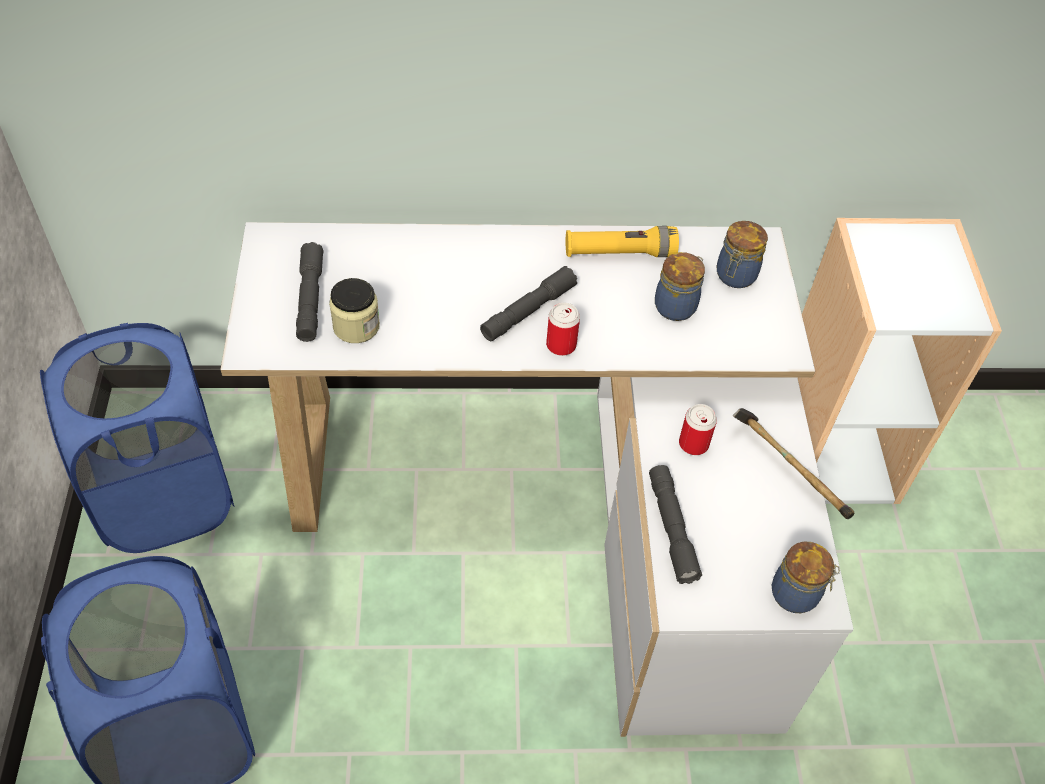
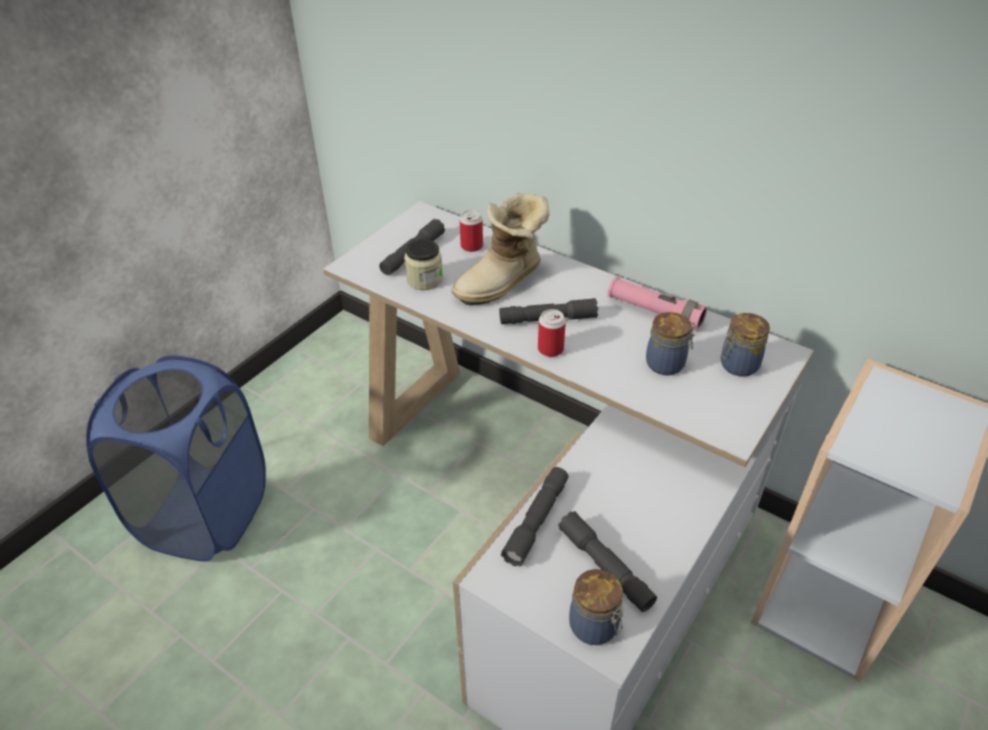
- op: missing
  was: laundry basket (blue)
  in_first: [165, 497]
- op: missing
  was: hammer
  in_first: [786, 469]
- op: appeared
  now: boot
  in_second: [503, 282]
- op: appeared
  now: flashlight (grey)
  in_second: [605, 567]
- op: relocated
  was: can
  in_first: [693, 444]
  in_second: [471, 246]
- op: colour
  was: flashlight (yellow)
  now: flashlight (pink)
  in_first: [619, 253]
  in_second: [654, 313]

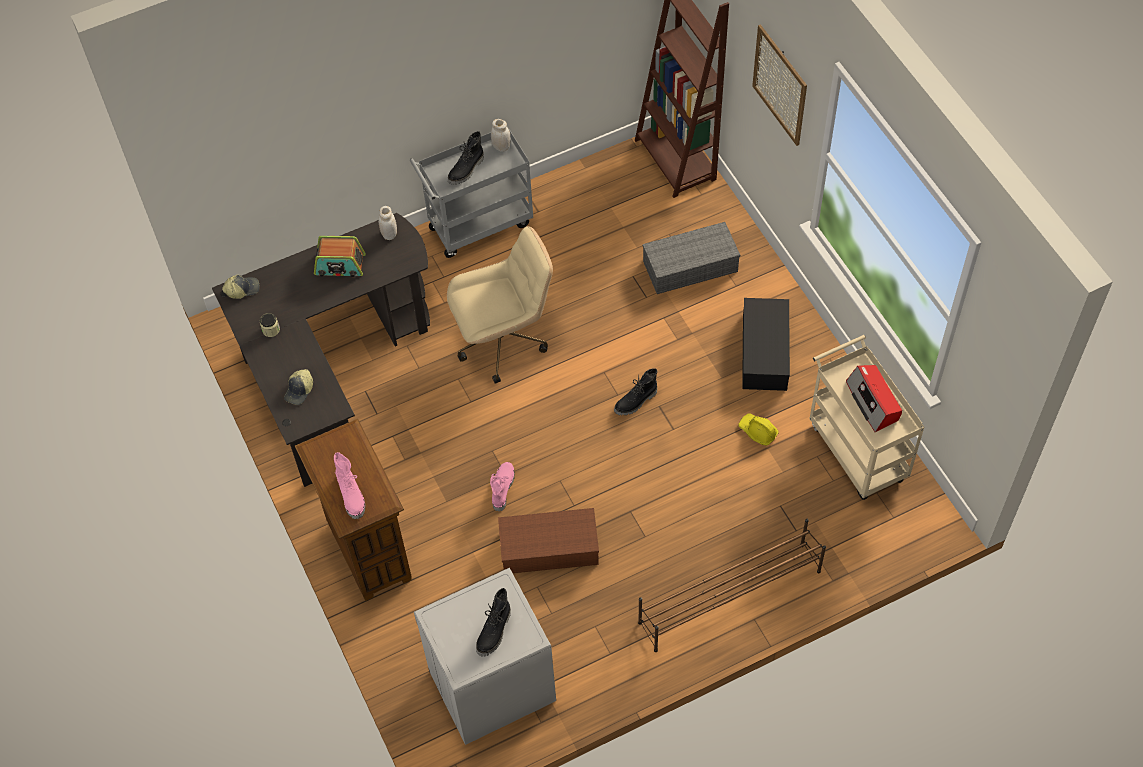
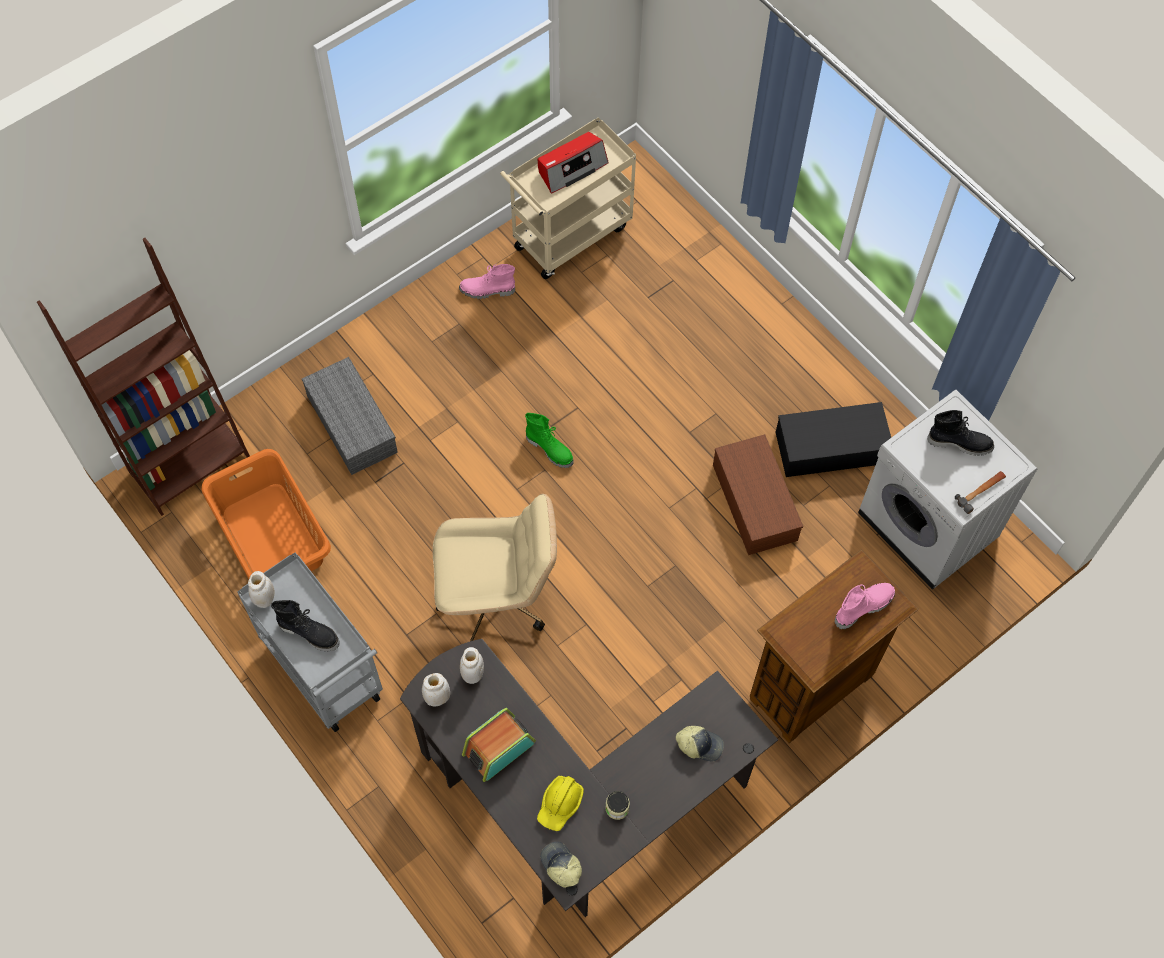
- op: missing
  was: shoe rack (brown)
  in_first: [728, 597]
- op: missing
  was: picture
  in_first: [780, 84]
- op: appeared
  now: laundry basket (orange)
  in_second: [273, 536]
- op: appeared
  now: jar (white)
  in_second: [472, 674]
- op: appeared
  now: hammer
  in_second: [981, 491]
- op: relocated
  was: boot (pink)
  in_first: [502, 488]
  in_second: [487, 291]
- op: relocated
  was: hard hat (yellow)
  in_first: [758, 431]
  in_second: [560, 804]
- op: relocated
  was: storage box (black)
  in_first: [765, 353]
  in_second: [832, 446]
- op: colour
  was: boot (black)
  now: boot (green)
  in_first: [636, 402]
  in_second: [550, 449]
- op: spun
  was: radio
  in_first: [340, 265]
  in_second: [498, 748]
  clockwise: -120
- op: spun
  was: office chair (beige)
  in_first: [505, 343]
  in_second: [497, 604]
  clockwise: 120

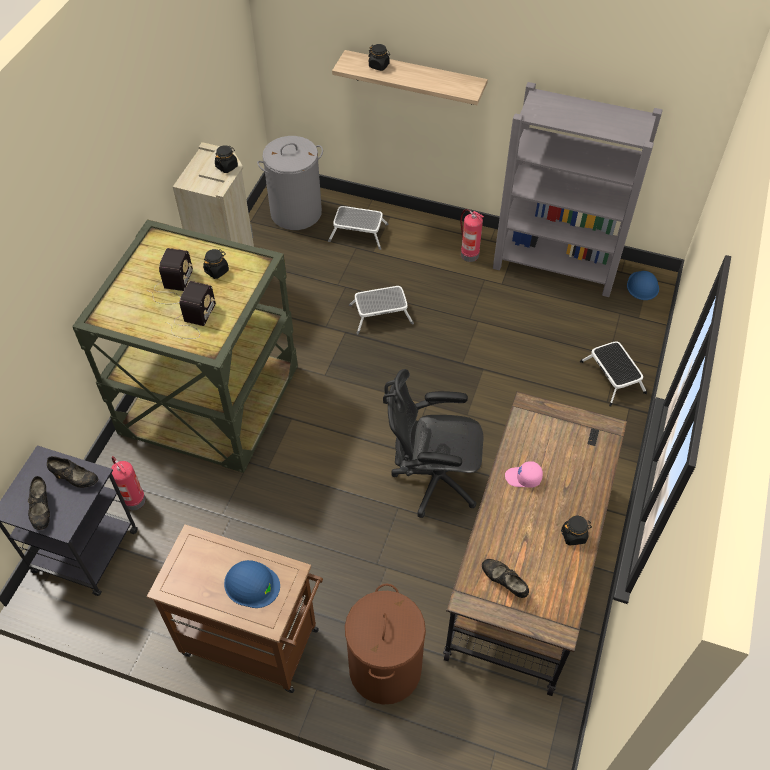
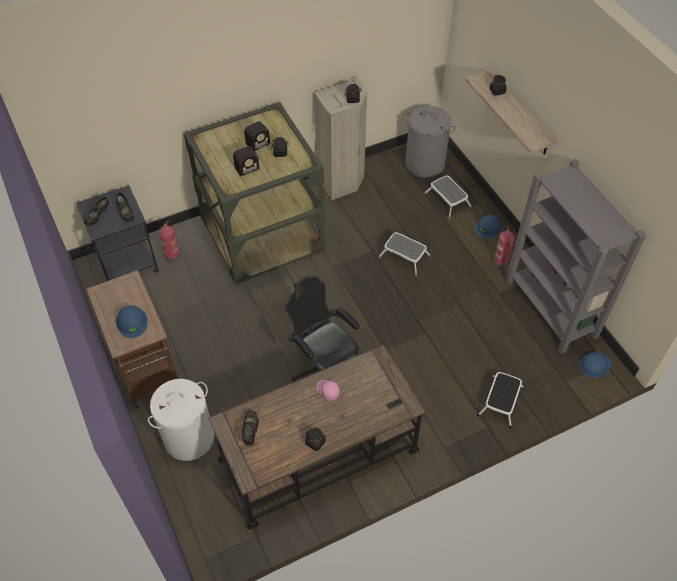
- op: appeared
  now: hard hat (blue)
  in_second: [488, 227]
- op: colour
  was: laundry basket (brown)
  now: laundry basket (white)
  in_first: [384, 668]
  in_second: [189, 437]

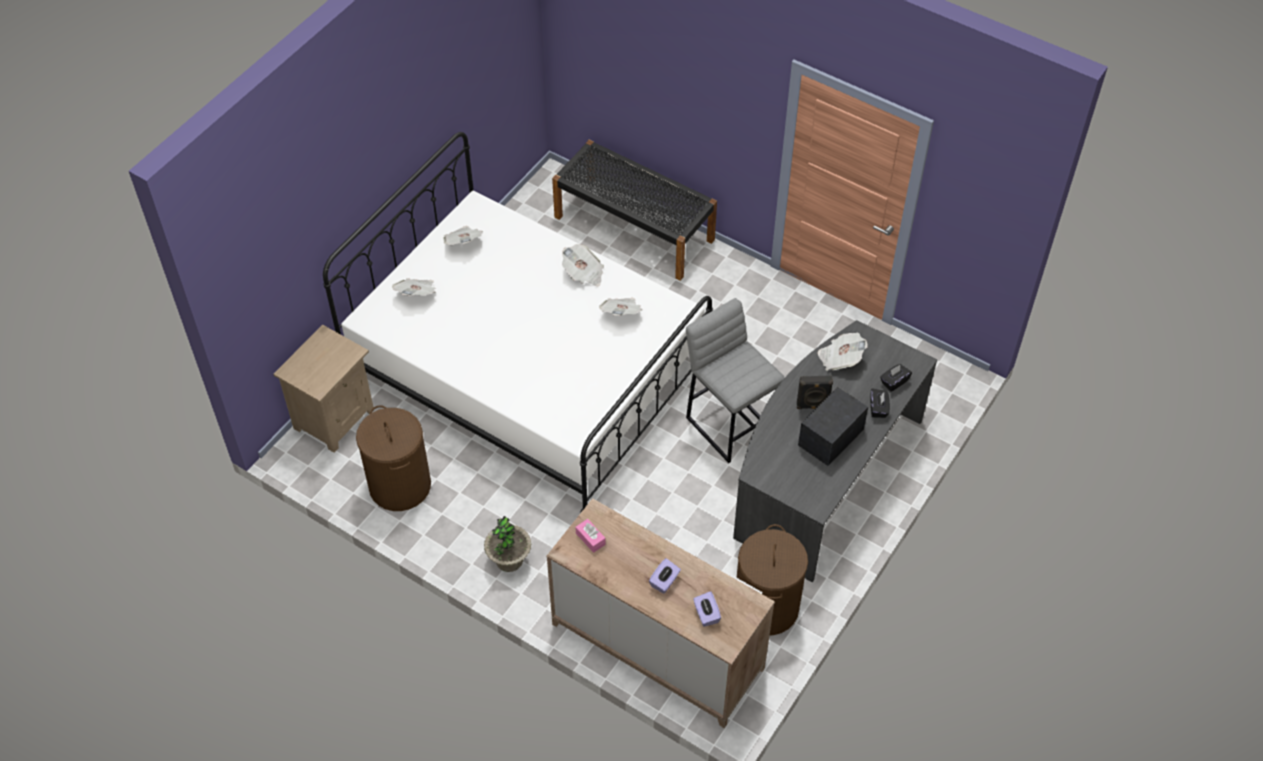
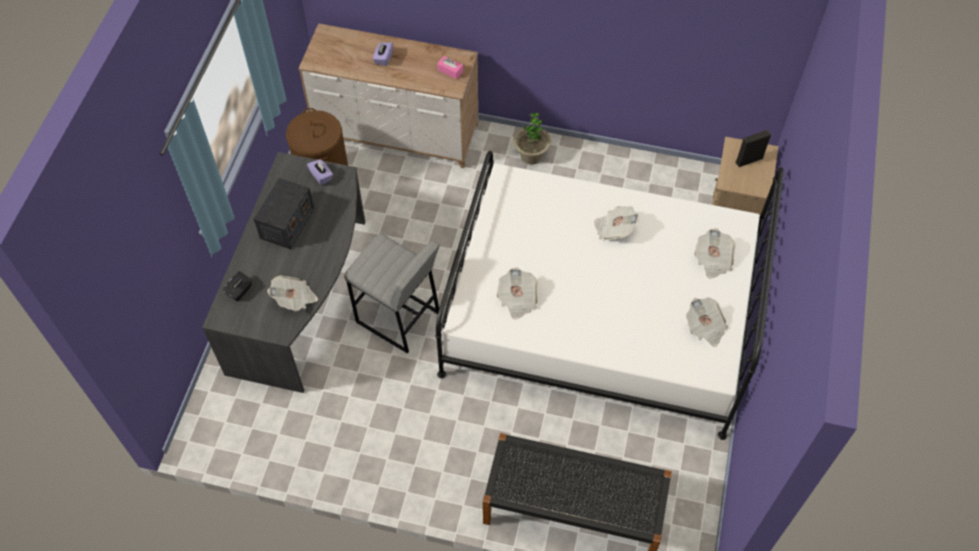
- op: missing
  was: laundry basket (brown)
  in_first: [399, 485]
- op: missing
  was: tissue box (black)
  in_first: [878, 408]
- op: relocated
  was: newspaper
  in_first: [583, 273]
  in_second: [614, 229]
- op: relocated
  was: tissue box (purple)
  in_first: [706, 614]
  in_second: [321, 176]
- op: relocated
  was: speaker (black)
  in_first: [812, 406]
  in_second: [748, 160]

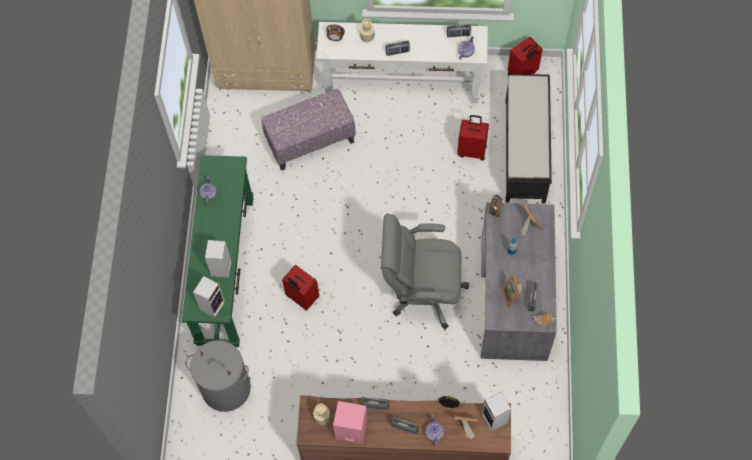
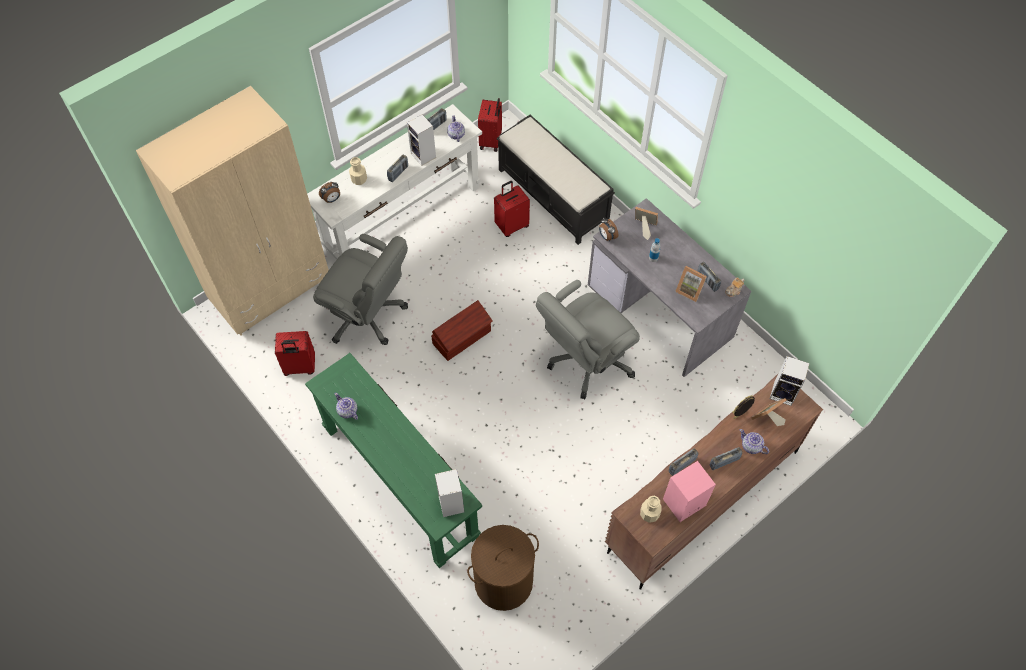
- op: appeared
  now: storage box (brown)
  in_second: [462, 337]
- op: relocated
  was: speaker
  in_first: [221, 269]
  in_second: [424, 156]
- op: relocated
  was: suitcase (red)
  in_first: [301, 298]
  in_second: [300, 367]
- op: exchanged
  was: ottoman
  now: office chair (grey)
  in_first: [310, 141]
  in_second: [368, 317]
- op: colour
  was: laundry basket (grey)
  now: laundry basket (brown)
  in_first: [226, 388]
  in_second: [503, 582]

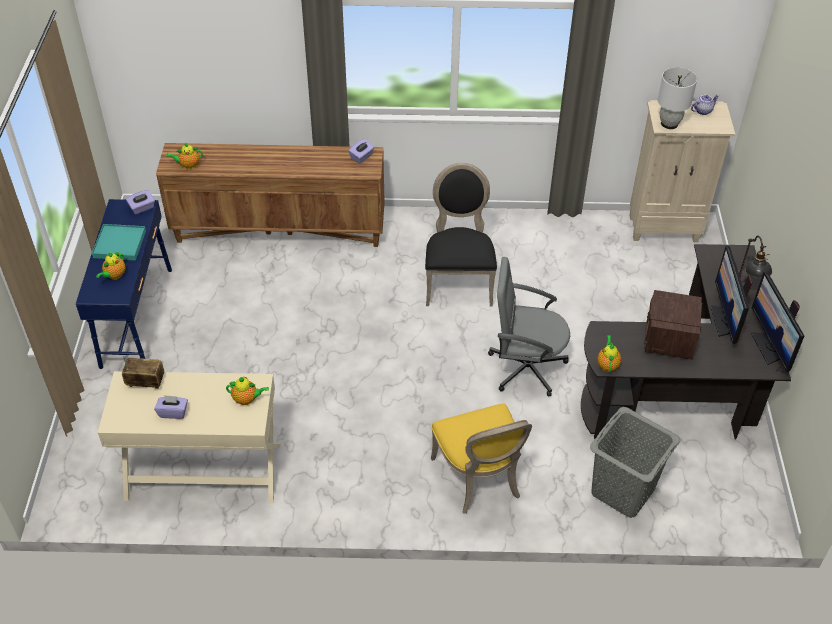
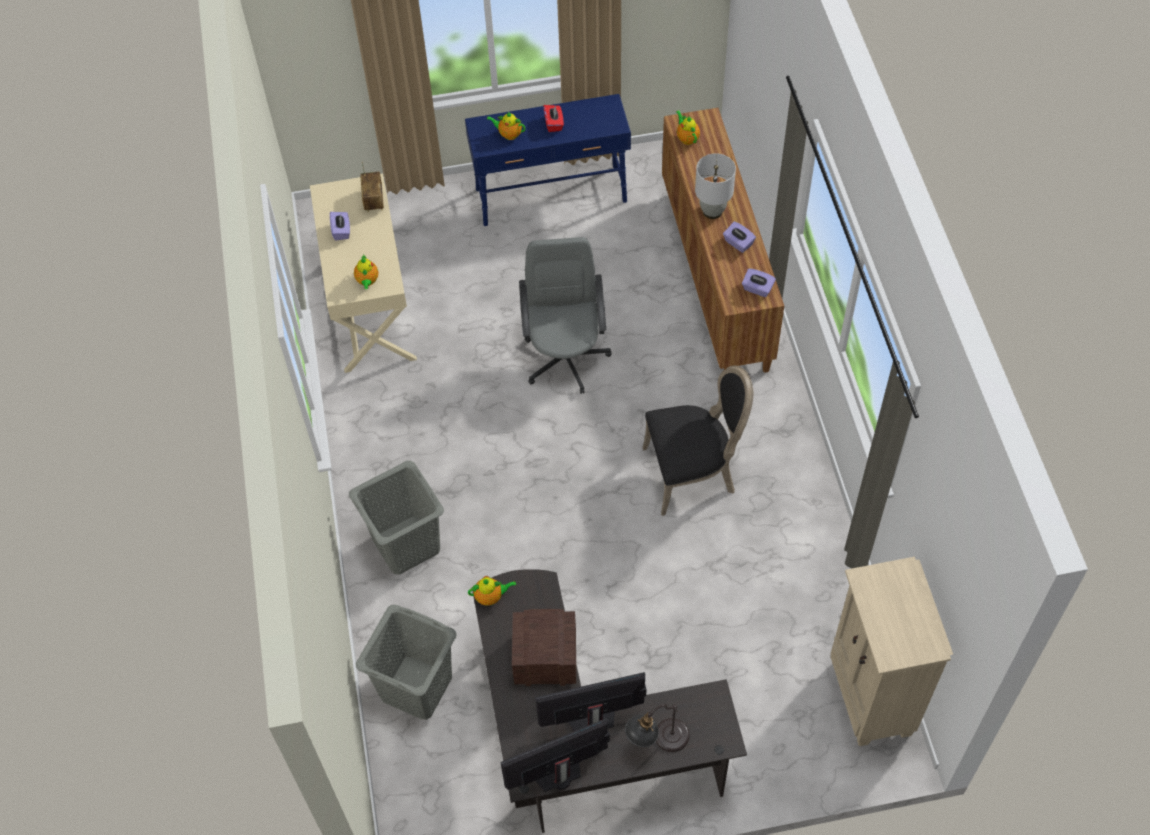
- op: missing
  was: teapot
  in_first: [702, 110]
- op: relocated
  was: tissue box (purple)
  in_first: [142, 208]
  in_second: [738, 243]
- op: relocated
  was: office chair (grey)
  in_first: [525, 367]
  in_second: [565, 357]
- op: relocated
  was: table lamp (white)
  in_first: [669, 123]
  in_second: [712, 211]
- op: exchanged
  was: tray (turquoise)
  now: tissue box (red)
  in_first: [119, 244]
  in_second: [554, 124]
- op: exchanged
  was: chair (yellow)
  now: laundry basket (grey)
  in_first: [479, 479]
  in_second: [405, 544]

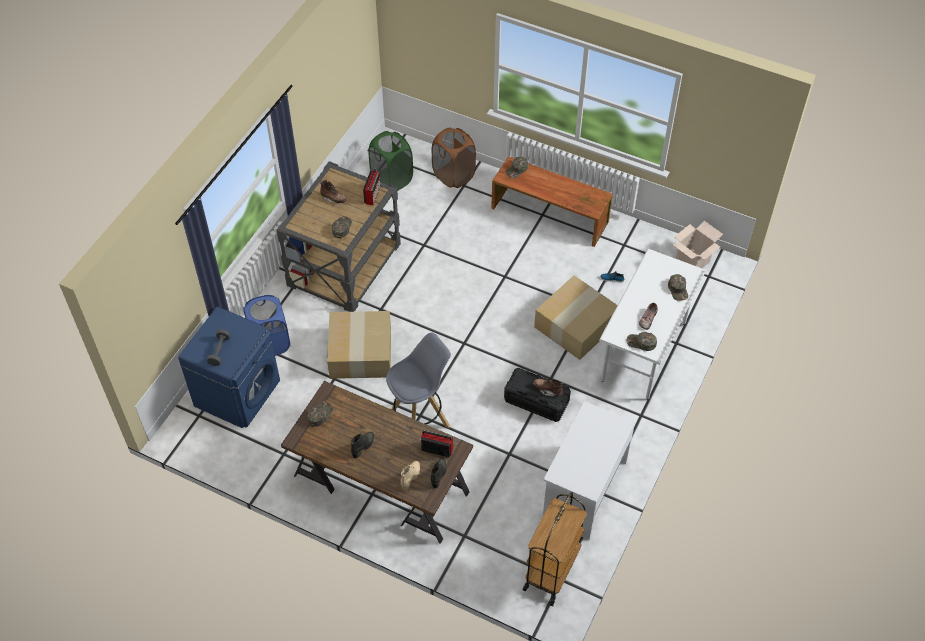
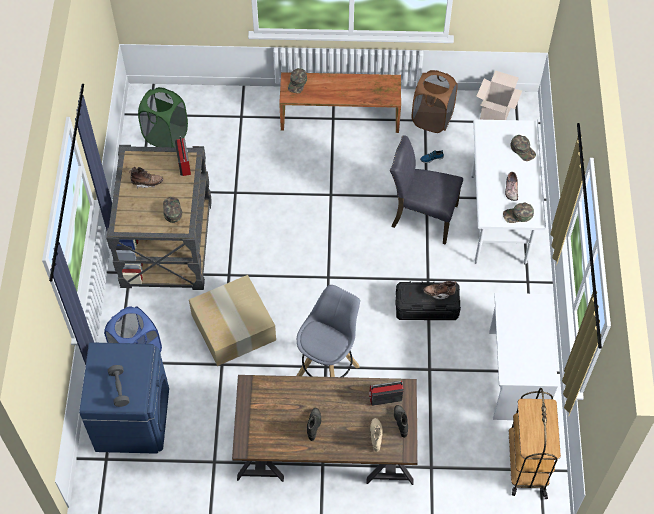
- op: missing
  was: cap (green)
  in_first: [319, 414]
- op: relocated
  was: laundry basket (brown)
  in_first: [453, 175]
  in_second: [432, 119]
- op: exchanged
  was: cardboard box
  now: chair (grey)
  in_first: [575, 324]
  in_second: [422, 217]

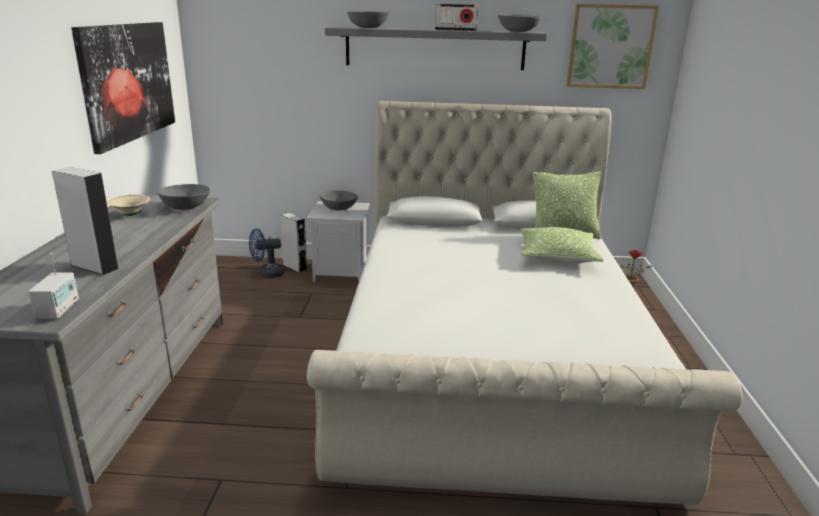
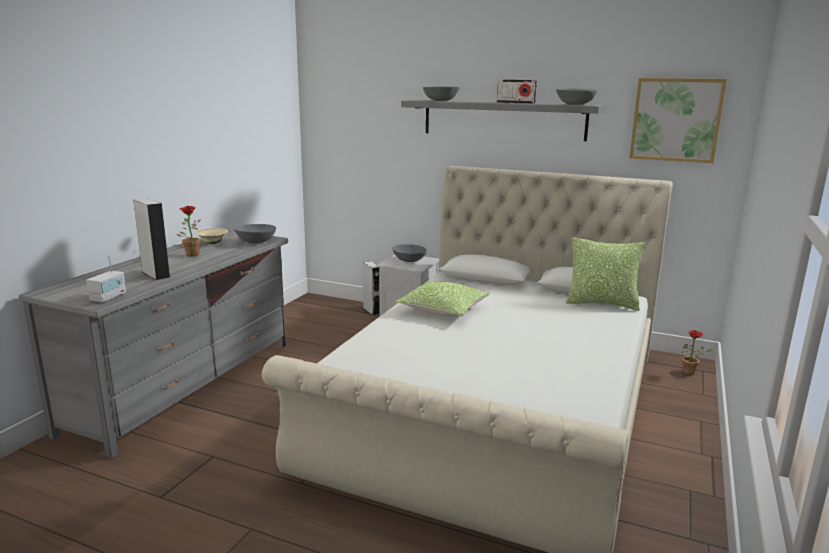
- op: missing
  was: picture
  in_first: [128, 82]
- op: missing
  was: fan (blue)
  in_first: [267, 274]
- op: appeared
  now: potted plant
  in_second: [191, 254]
- op: relocated
  was: pillow
  in_first: [557, 256]
  in_second: [443, 310]

